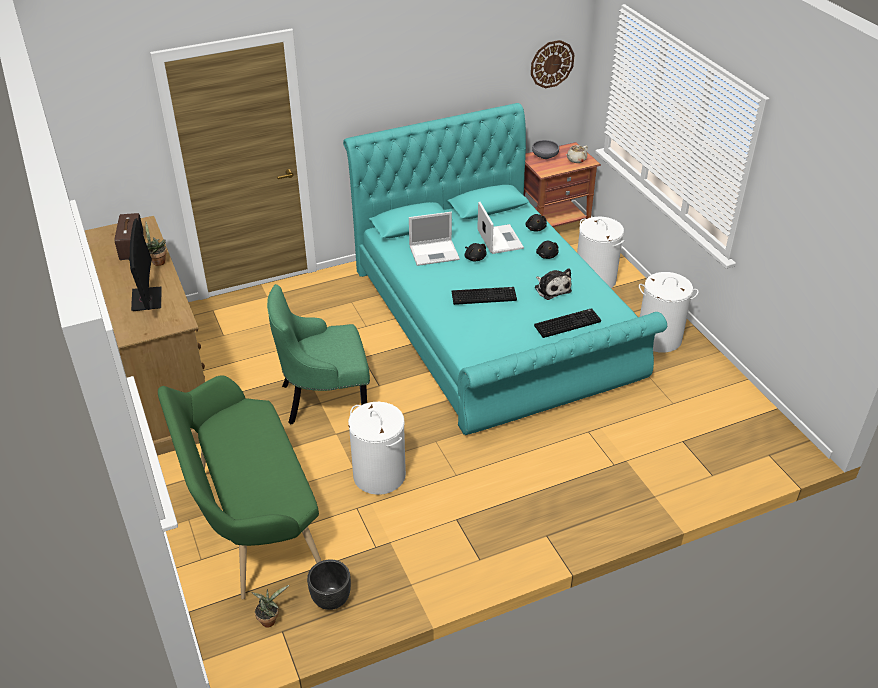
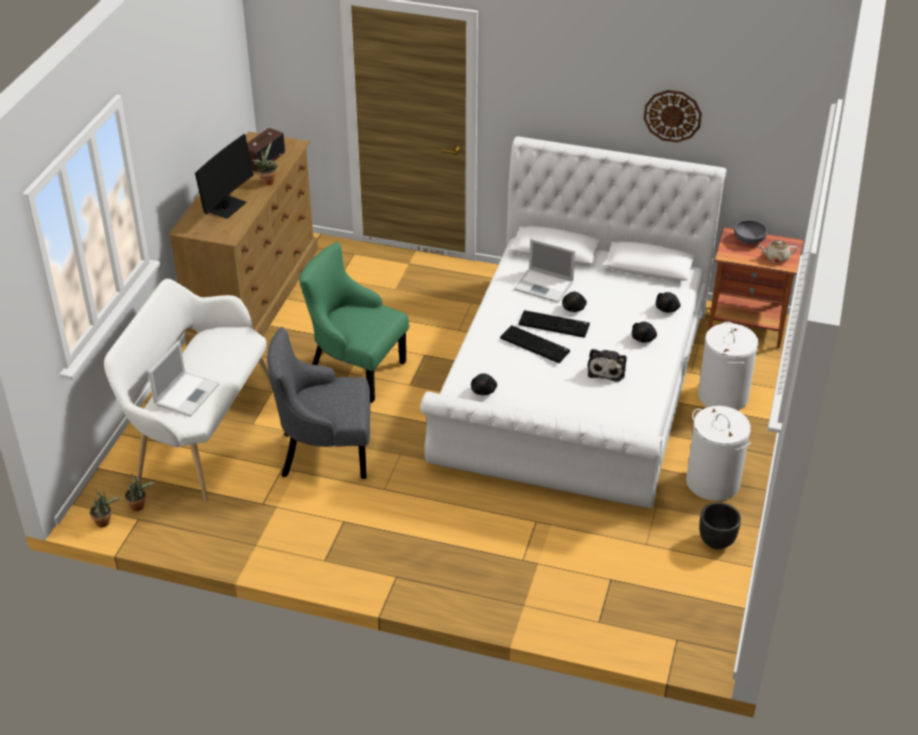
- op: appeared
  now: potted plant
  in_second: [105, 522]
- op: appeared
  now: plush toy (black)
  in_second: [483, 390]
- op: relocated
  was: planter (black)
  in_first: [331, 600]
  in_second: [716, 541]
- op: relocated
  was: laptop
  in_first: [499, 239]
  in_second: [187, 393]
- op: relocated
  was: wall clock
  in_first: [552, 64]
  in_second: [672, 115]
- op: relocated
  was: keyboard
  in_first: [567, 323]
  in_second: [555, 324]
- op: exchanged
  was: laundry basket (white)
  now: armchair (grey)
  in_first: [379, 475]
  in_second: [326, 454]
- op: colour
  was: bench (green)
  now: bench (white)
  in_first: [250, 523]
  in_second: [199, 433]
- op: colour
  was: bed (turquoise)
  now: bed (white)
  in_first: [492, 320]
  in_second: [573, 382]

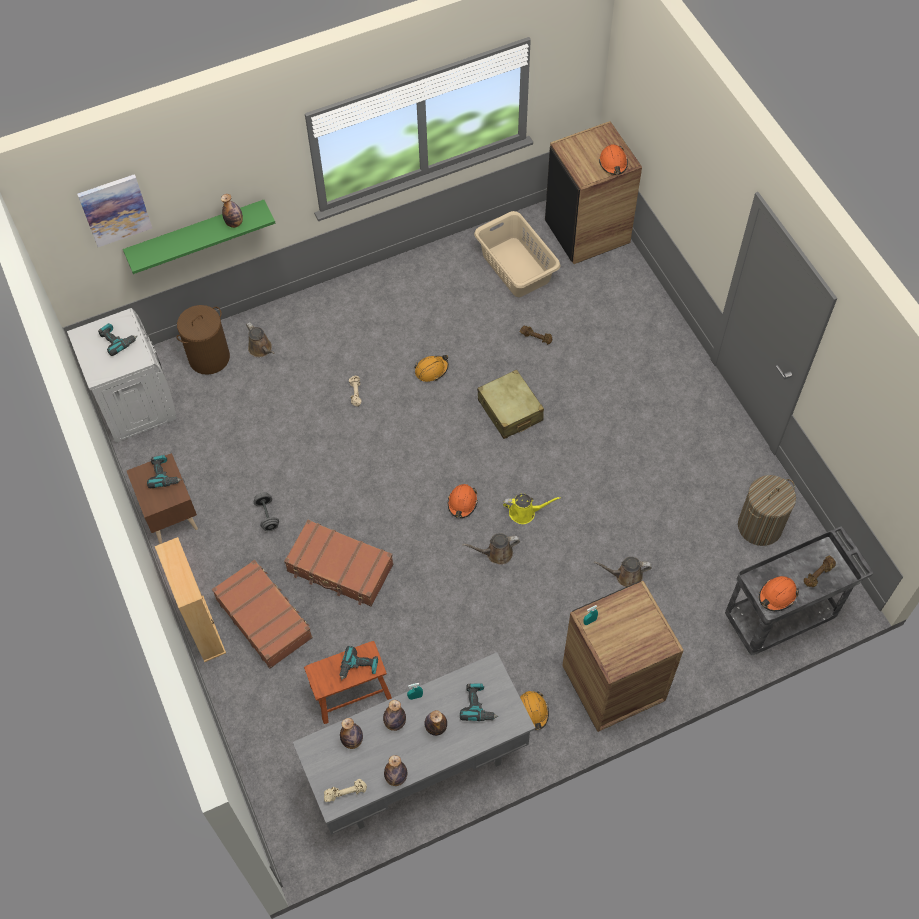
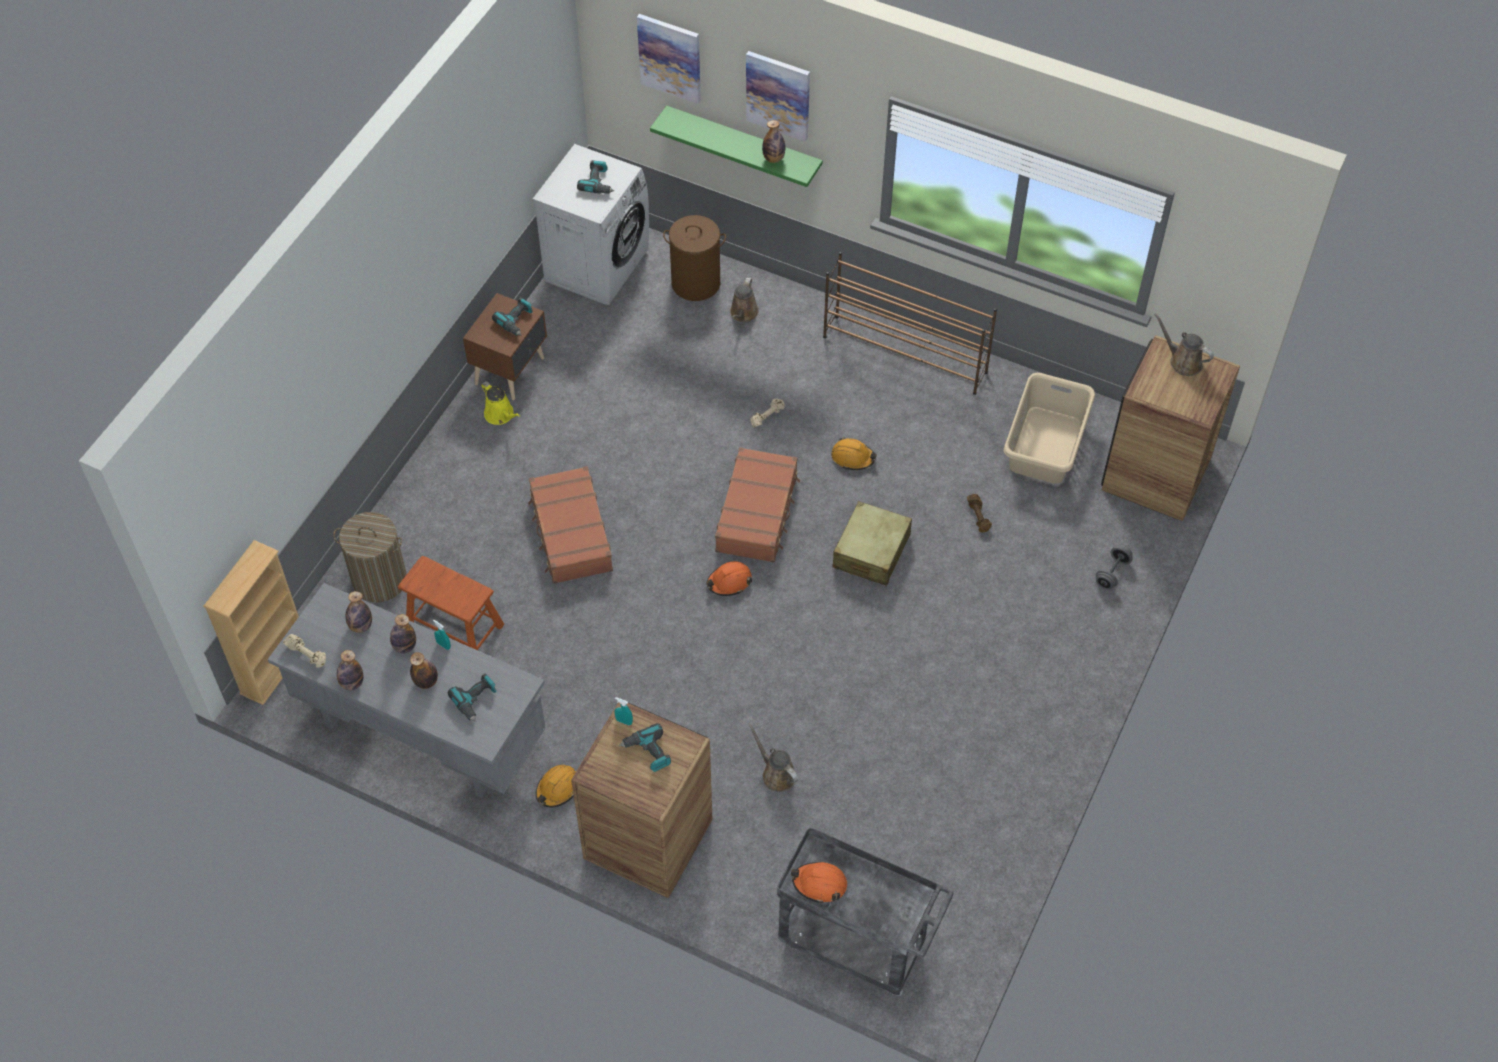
- op: missing
  was: hard hat (orange)
  in_first: [613, 163]
- op: missing
  was: dumbbell (brown)
  in_first: [818, 575]
- op: appeared
  now: picture
  in_second: [778, 95]
- op: appeared
  now: shoe rack (brown)
  in_second: [905, 355]
- op: relocated
  was: bookcase (beige)
  in_first: [203, 629]
  in_second: [274, 667]
- op: relocated
  was: suitcase (brown)
  in_first: [264, 618]
  in_second: [757, 513]
- op: relocated
  was: dumbbell (grey)
  in_first: [267, 516]
  in_second: [1112, 573]
- op: relocated
  was: power drill
  in_first: [359, 667]
  in_second: [648, 752]
- op: relocated
  was: watering can (brown)
  in_first: [496, 553]
  in_second: [1183, 361]
- op: relocated
  was: watering can (yellow)
  in_first: [525, 512]
  in_second: [501, 415]
- op: relocated
  was: laundry basket
  in_first: [759, 526]
  in_second: [379, 580]

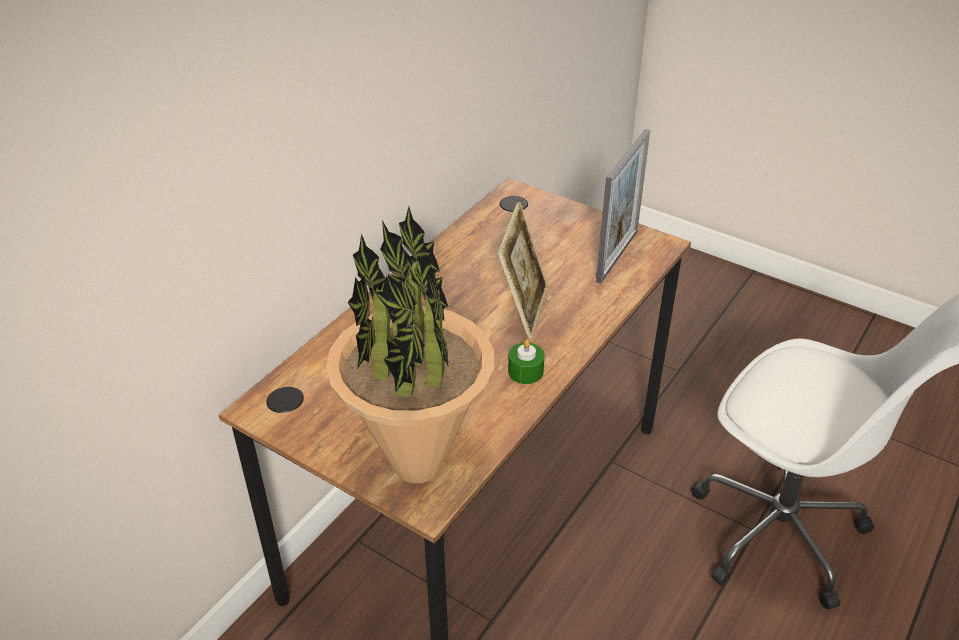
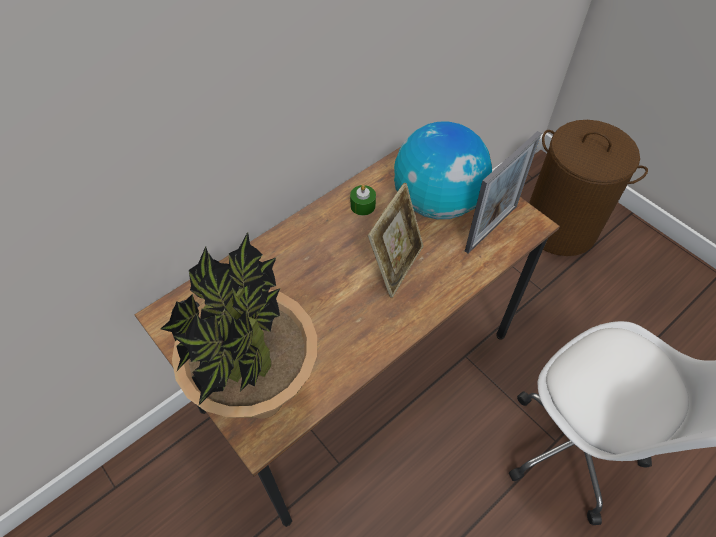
- op: appeared
  now: globe
  in_second: [437, 203]
- op: appeared
  now: laundry basket (brown)
  in_second: [560, 227]
- op: relocated
  was: candle (green)
  in_first: [525, 371]
  in_second: [362, 205]

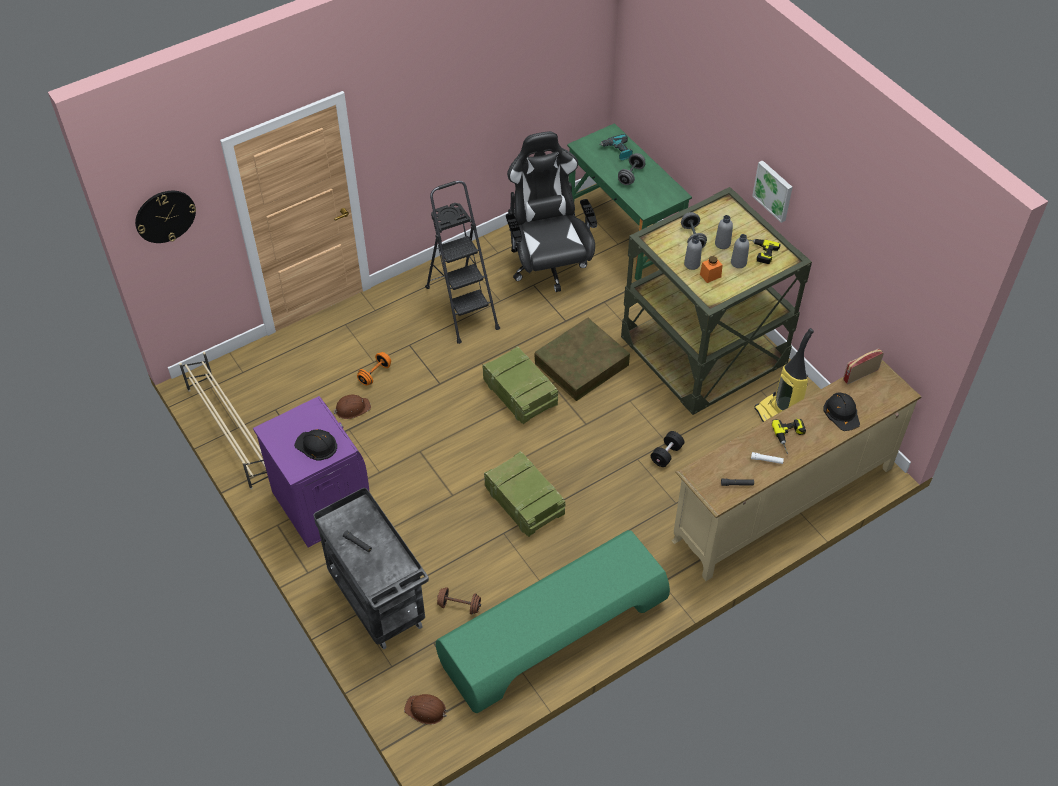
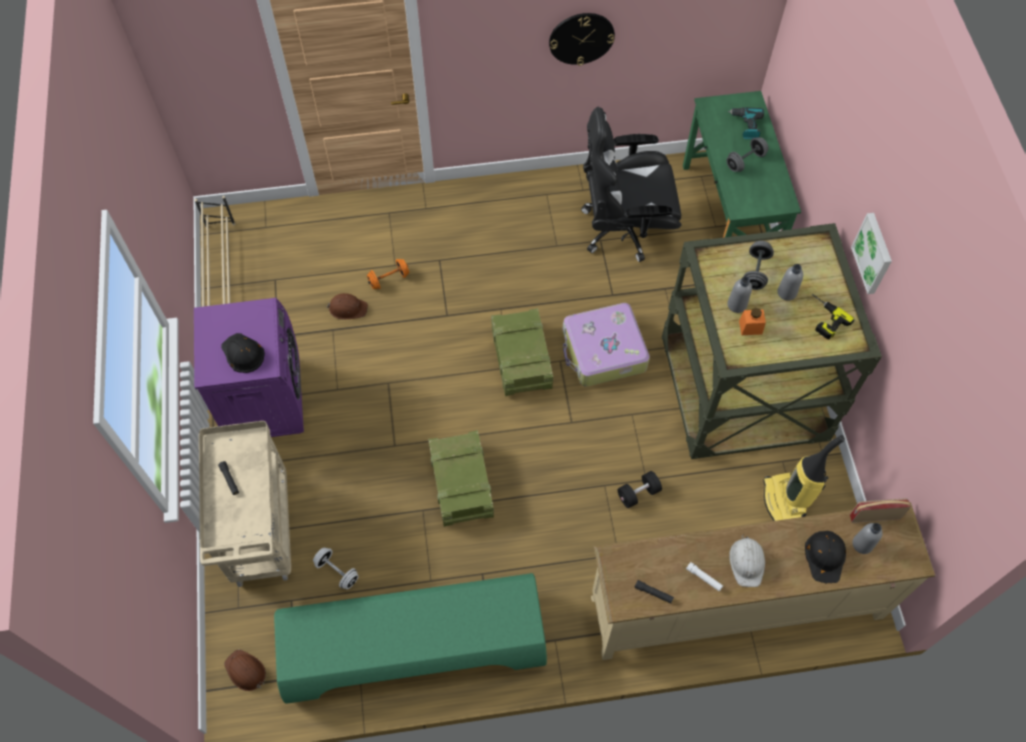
- op: missing
  was: step ladder
  in_first: [461, 306]
- op: relocated
  was: wall clock
  in_first: [165, 216]
  in_second: [581, 38]
- op: relocated
  was: bottle (grey)
  in_first: [738, 262]
  in_second: [862, 544]
- op: exchanged
  was: storage box (brown)
  now: suitcase
  in_first: [582, 364]
  in_second: [603, 351]
- op: exchanged
  was: power drill
  now: hard hat (white)
  in_first: [790, 438]
  in_second: [747, 562]
- op: colour
  was: cart (black)
  now: cart (beige)
  in_first: [380, 605]
  in_second: [262, 536]
- op: colour
  was: dumbbell (brown)
  now: dumbbell (white)
  in_first: [459, 606]
  in_second: [337, 571]
- op: spun
  was: office chair (black)
  in_first: [549, 268]
  in_second: [627, 227]
  clockwise: -105

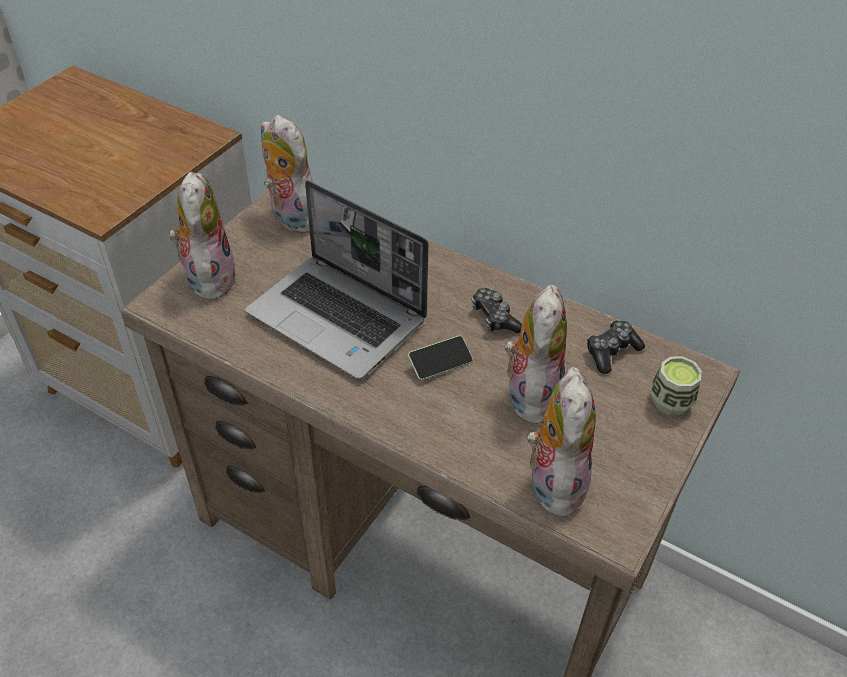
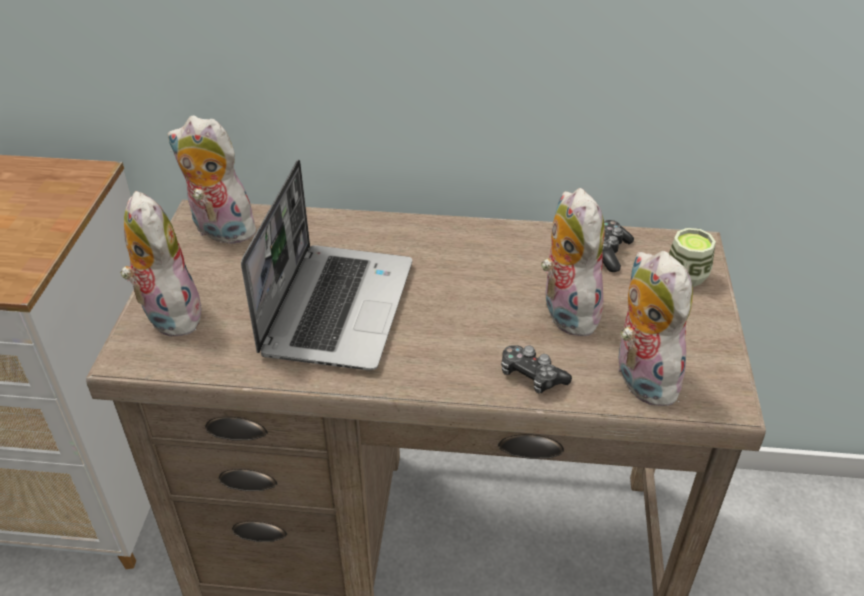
- op: missing
  was: phone
  in_first: [440, 364]
- op: relocated
  was: game controller
  in_first: [494, 317]
  in_second: [531, 376]
- op: spun
  was: laptop
  in_first: [339, 318]
  in_second: [336, 306]
  clockwise: -90

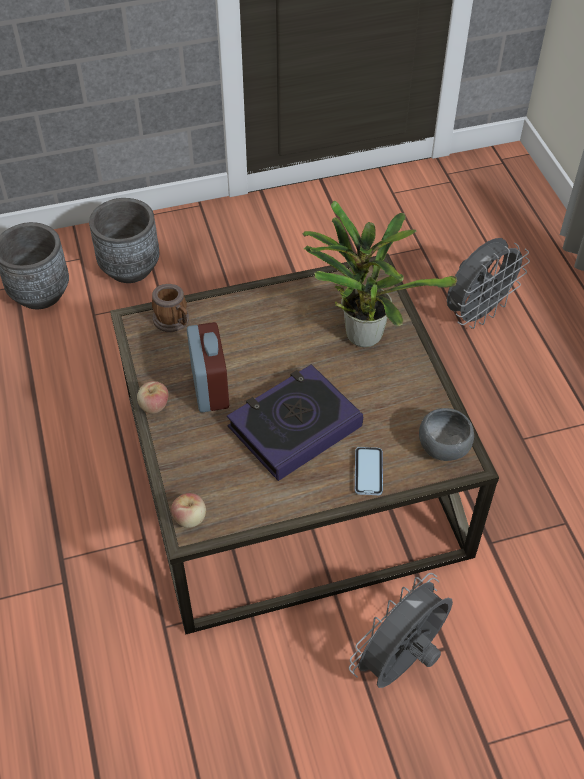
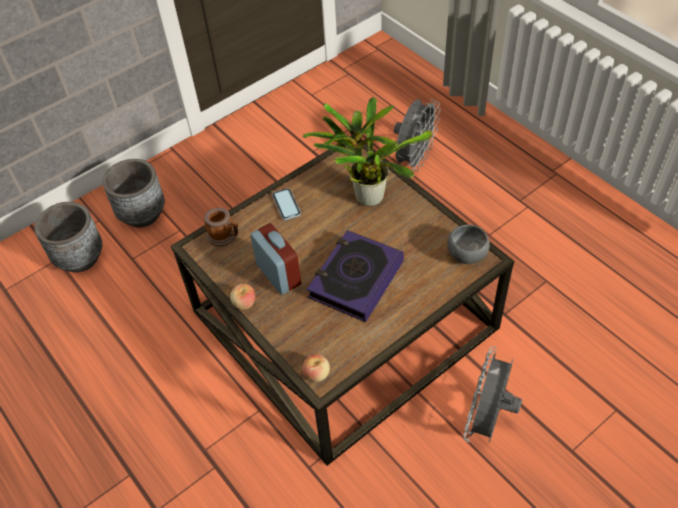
- op: relocated
  was: phone
  in_first: [368, 472]
  in_second: [286, 205]

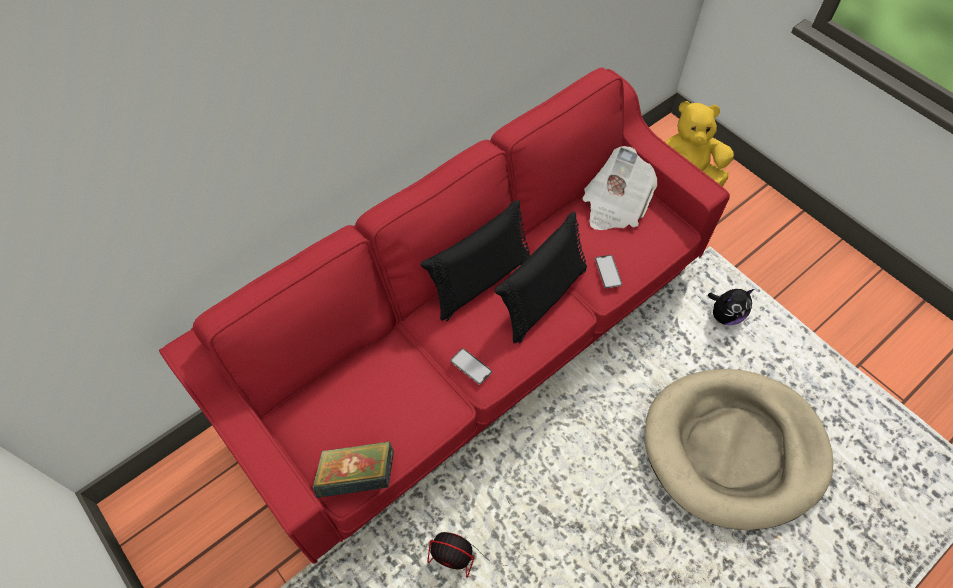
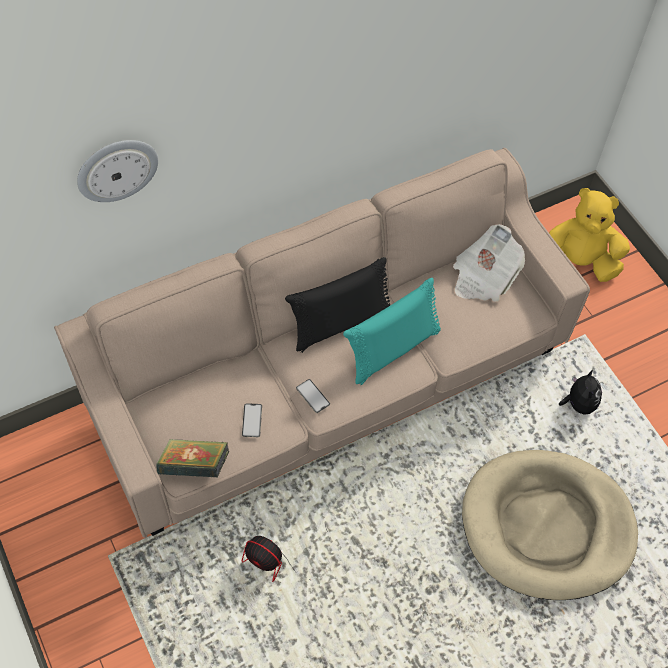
- op: appeared
  now: wall clock
  in_second: [117, 169]
- op: relocated
  was: phone
  in_first: [608, 271]
  in_second: [252, 420]
- op: colour
  was: sofa (red)
  now: sofa (beige)
  in_first: [476, 346]
  in_second: [331, 383]
- op: colour
  was: pillow (black)
  now: pillow (turquoise)
  in_first: [541, 297]
  in_second: [392, 349]
- op: spun
  was: plush toy
  in_first: [725, 315]
  in_second: [578, 404]
  clockwise: -75

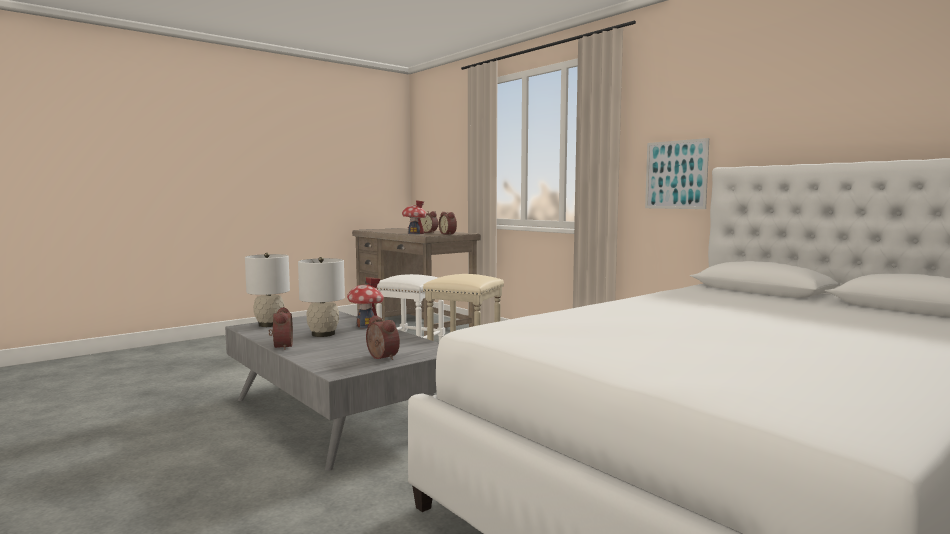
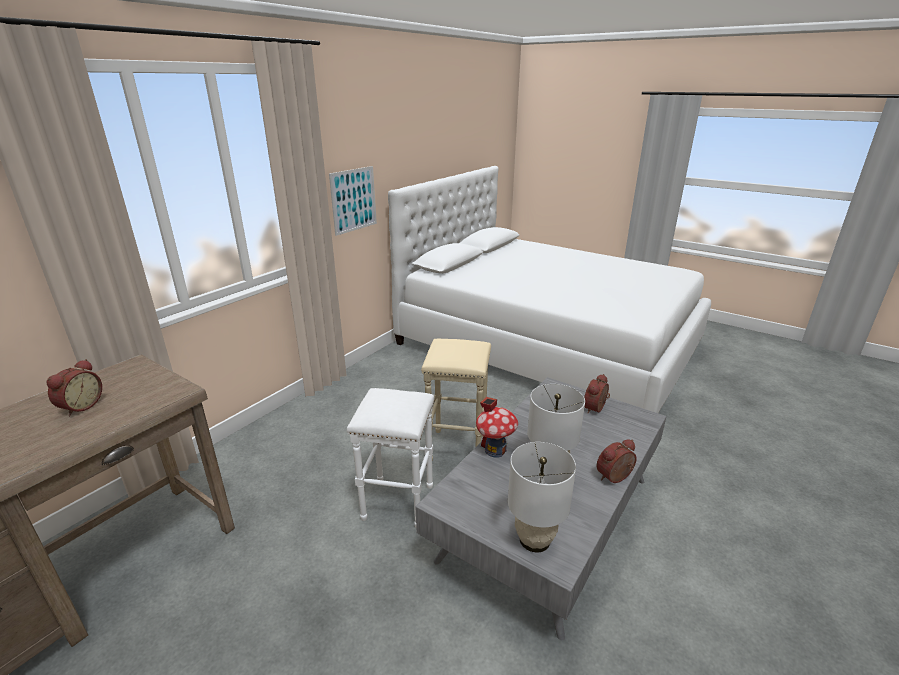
- op: missing
  was: toy house
  in_first: [414, 233]
- op: missing
  was: alarm clock
  in_first: [448, 234]

